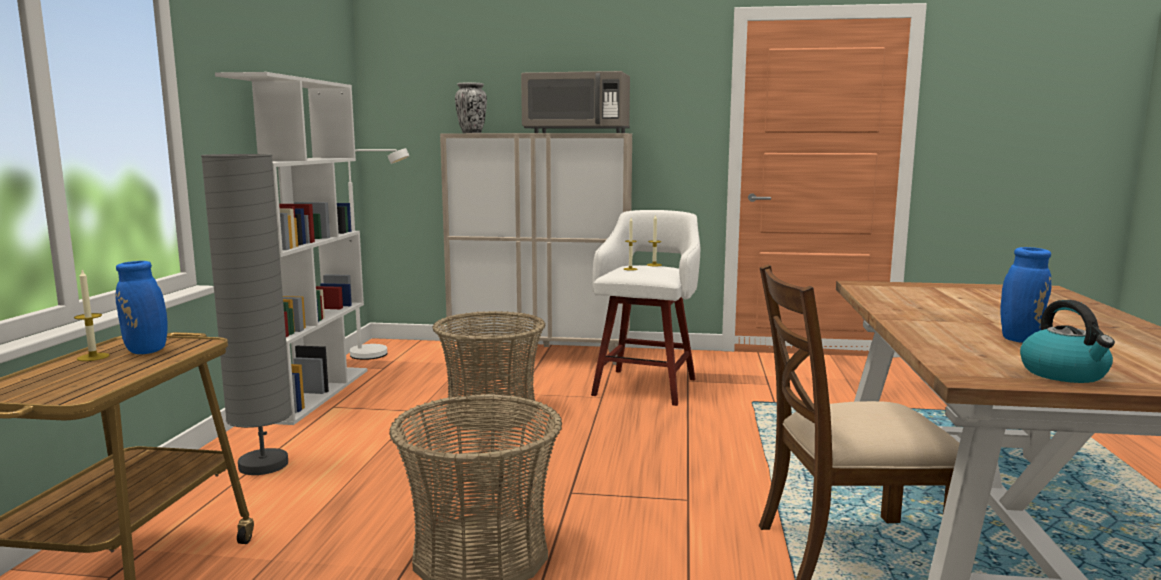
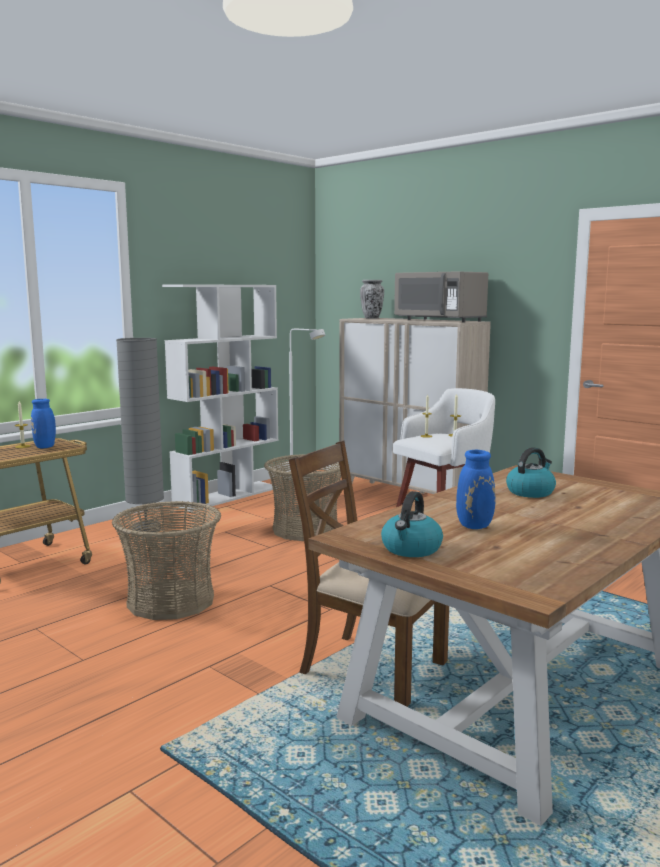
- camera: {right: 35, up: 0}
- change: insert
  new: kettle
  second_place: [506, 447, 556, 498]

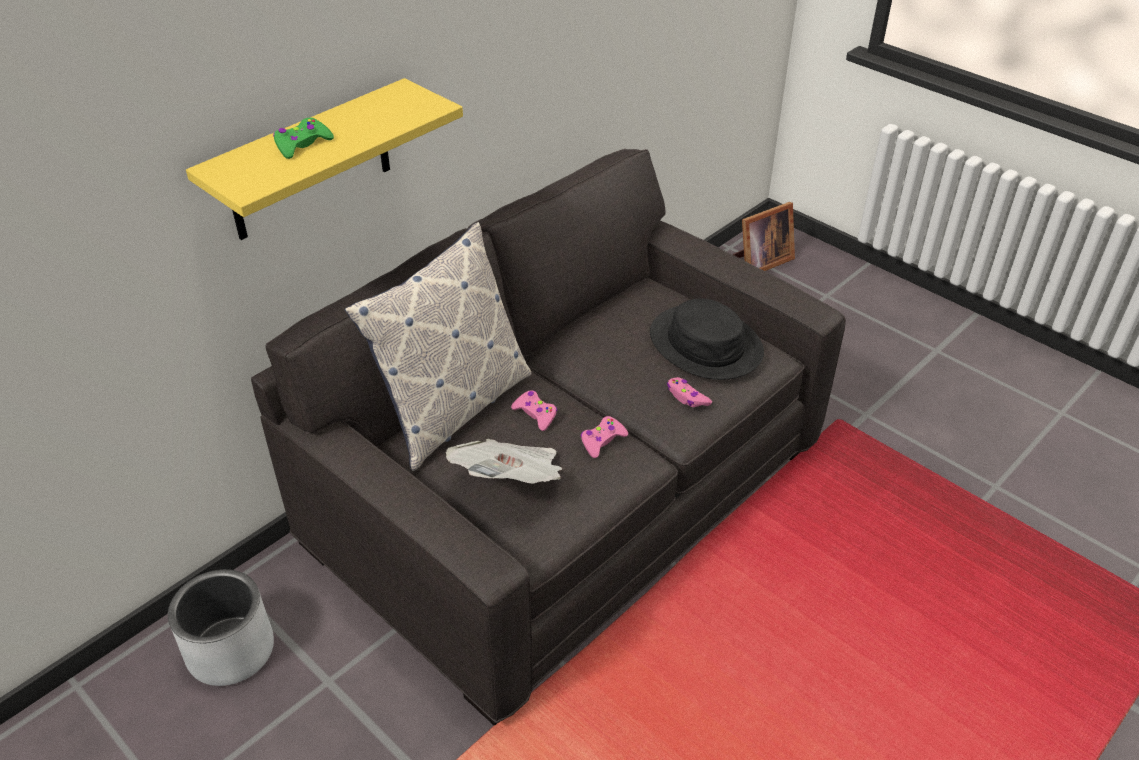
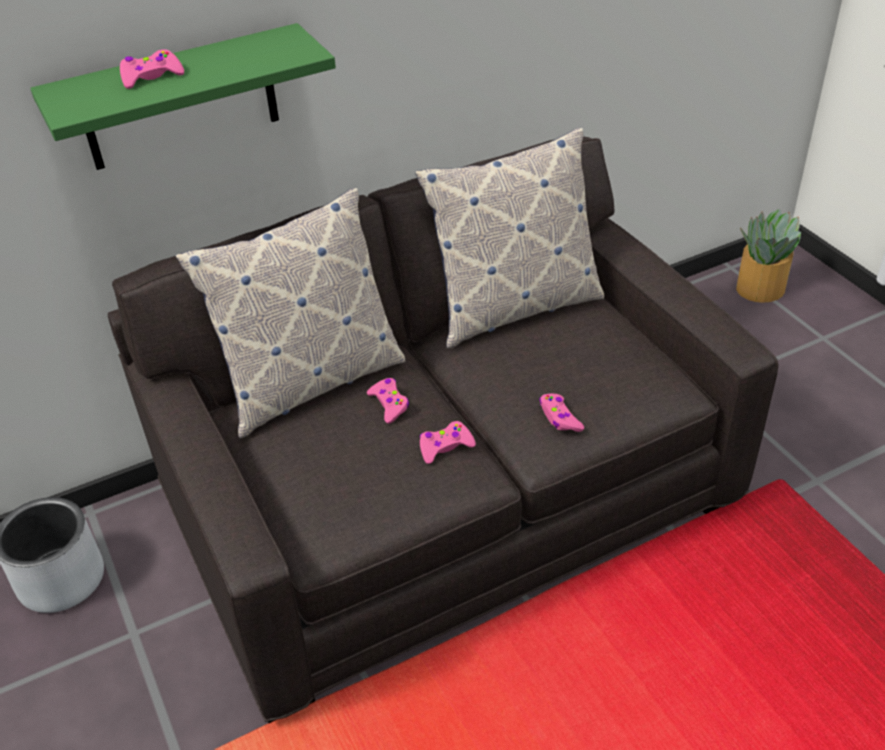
- camera: {right: 20, up: 0}
- change: recolor
  old: shelf (yellow)
  new: shelf (green)
  first_place: [186, 78, 463, 240]
  second_place: [30, 23, 336, 170]
- change: recolor
  old: game controller (green)
  new: game controller (pink)
  first_place: [273, 117, 334, 159]
  second_place: [120, 49, 184, 89]
- change: delete
  old: newspaper
  first_place: [446, 439, 562, 484]
- change: delete
  old: hat (black)
  first_place: [650, 298, 764, 380]
- change: replace
  old: picture frame
  new: potted plant
  first_place: [733, 202, 795, 271]
  second_place: [736, 209, 801, 303]
- change: insert
  new: pillow
  second_place: [415, 128, 604, 348]

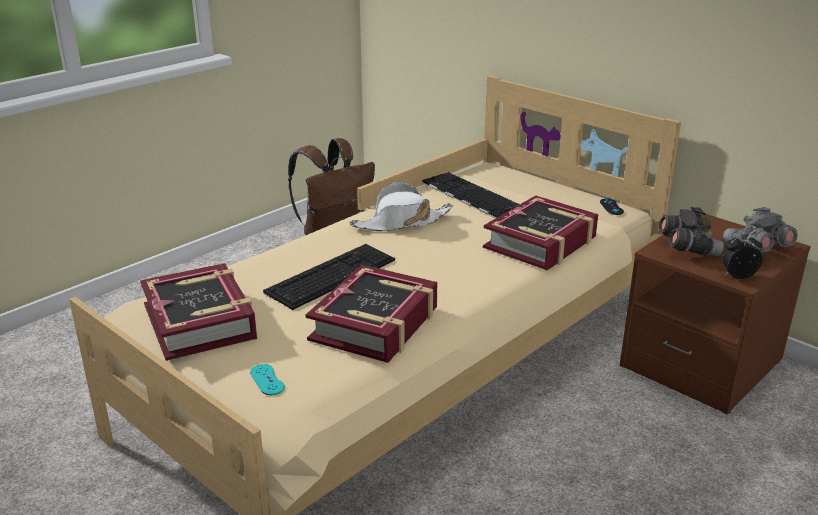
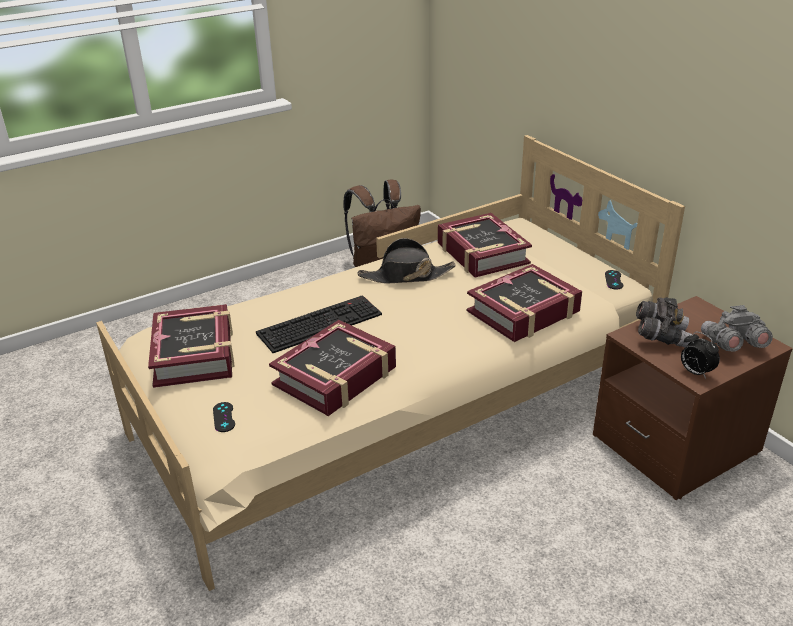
- camera: {right: 15, up: 5}
- change: recolor
  old: game controller (turquoise)
  new: game controller (black)
  first_place: [250, 364, 285, 395]
  second_place: [213, 402, 235, 432]
- change: recolor
  old: hat (white)
  new: hat (black)
  first_place: [350, 182, 453, 231]
  second_place: [358, 238, 456, 284]
- change: replace
  old: keyboard
  new: book
  first_place: [422, 172, 520, 218]
  second_place: [438, 213, 532, 277]
- change: rotate
  old: alarm clock
  first_place: [722, 233, 762, 279]
  second_place: [681, 331, 720, 379]
  degrees: -135

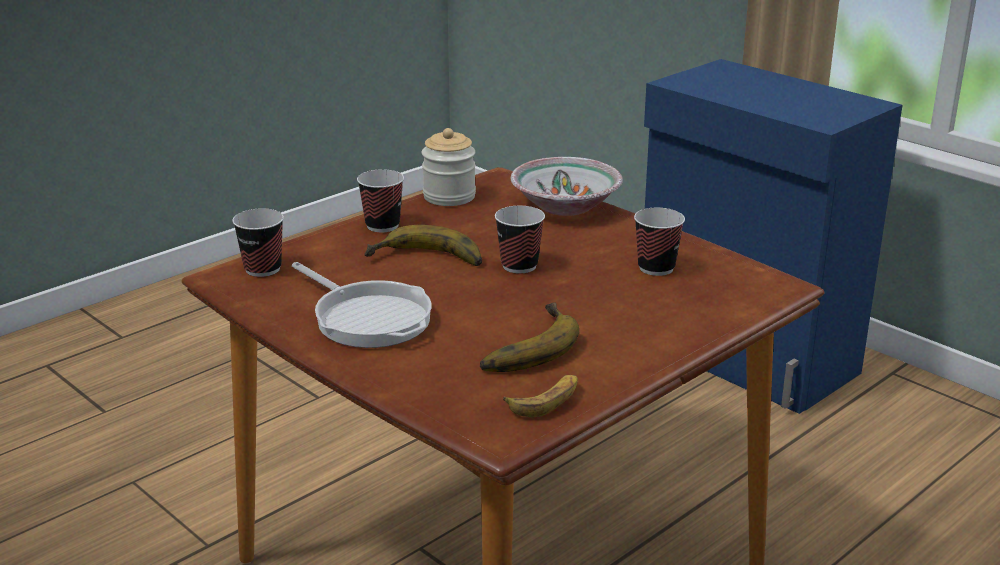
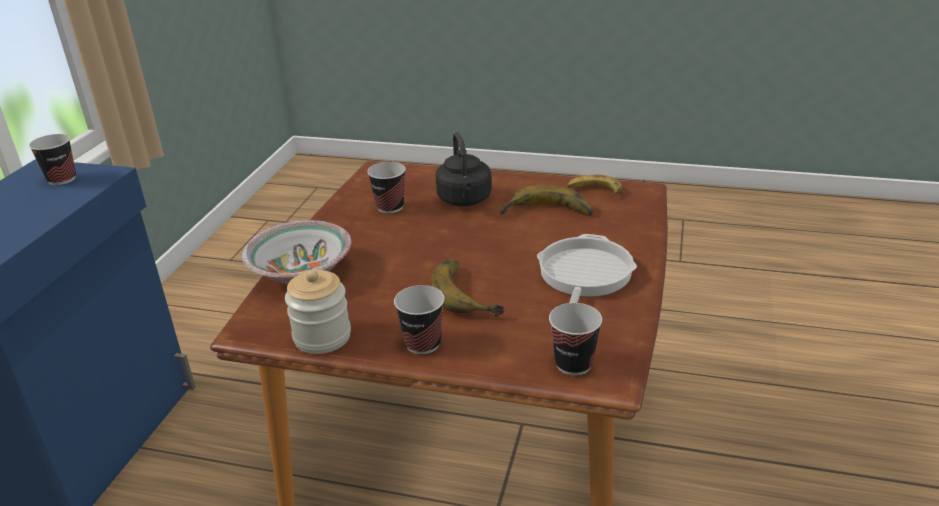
- camera: {right: -120, up: 5}
- change: move
  old: cup
  first_place: [495, 206, 545, 274]
  second_place: [29, 134, 76, 185]
- change: insert
  new: kettle (black)
  second_place: [436, 132, 492, 206]

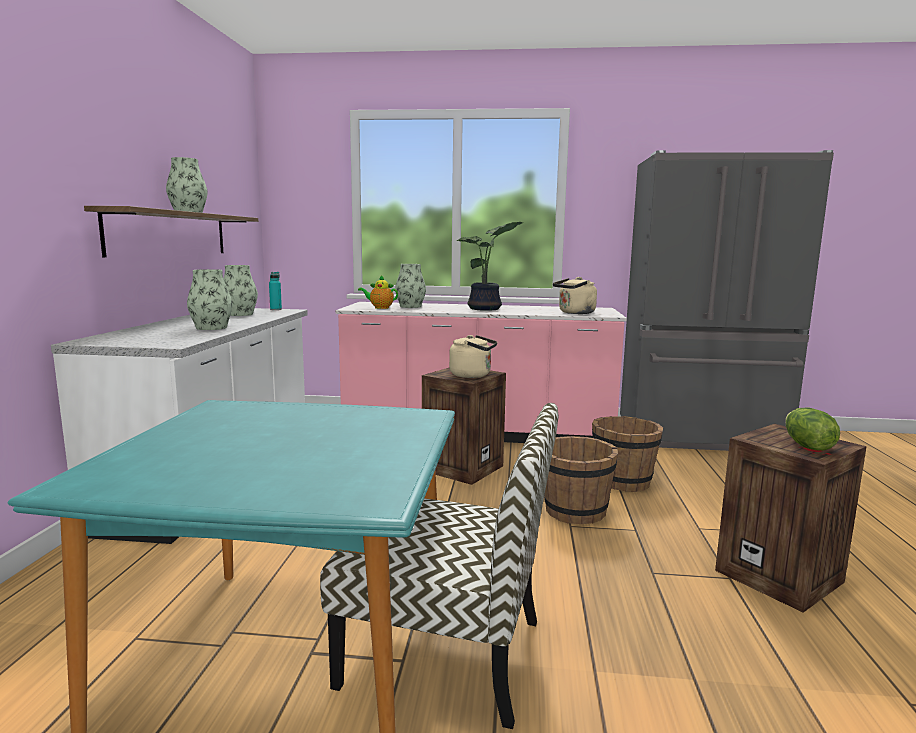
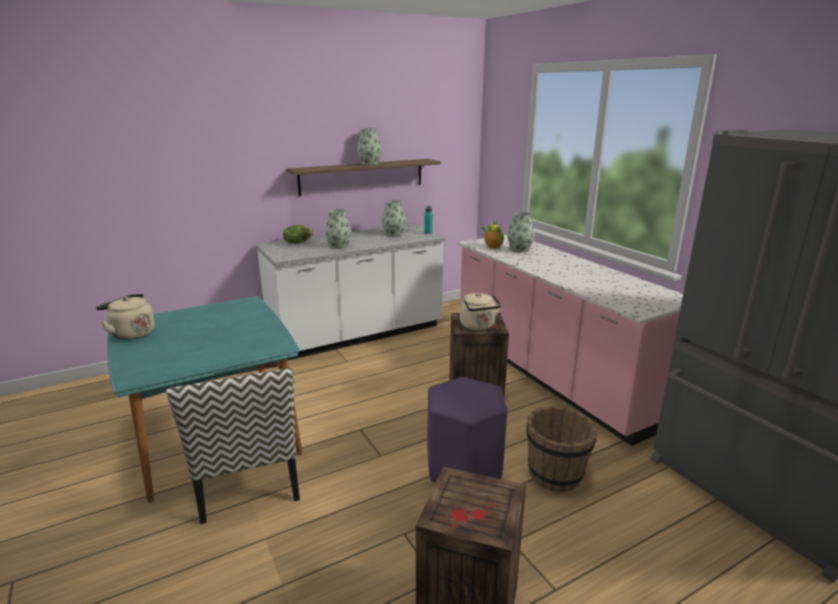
- camera: {right: 55, up: 10}
- change: delete
  old: potted plant
  first_place: [456, 222, 523, 311]
- change: replace
  old: bucket (brown)
  new: stool (purple)
  first_place: [544, 436, 618, 524]
  second_place: [427, 377, 507, 482]
- change: move
  old: kettle (beige)
  first_place: [553, 277, 597, 314]
  second_place: [96, 294, 155, 340]
- change: move
  old: lettuce
  first_place: [785, 407, 840, 451]
  second_place: [283, 225, 314, 244]

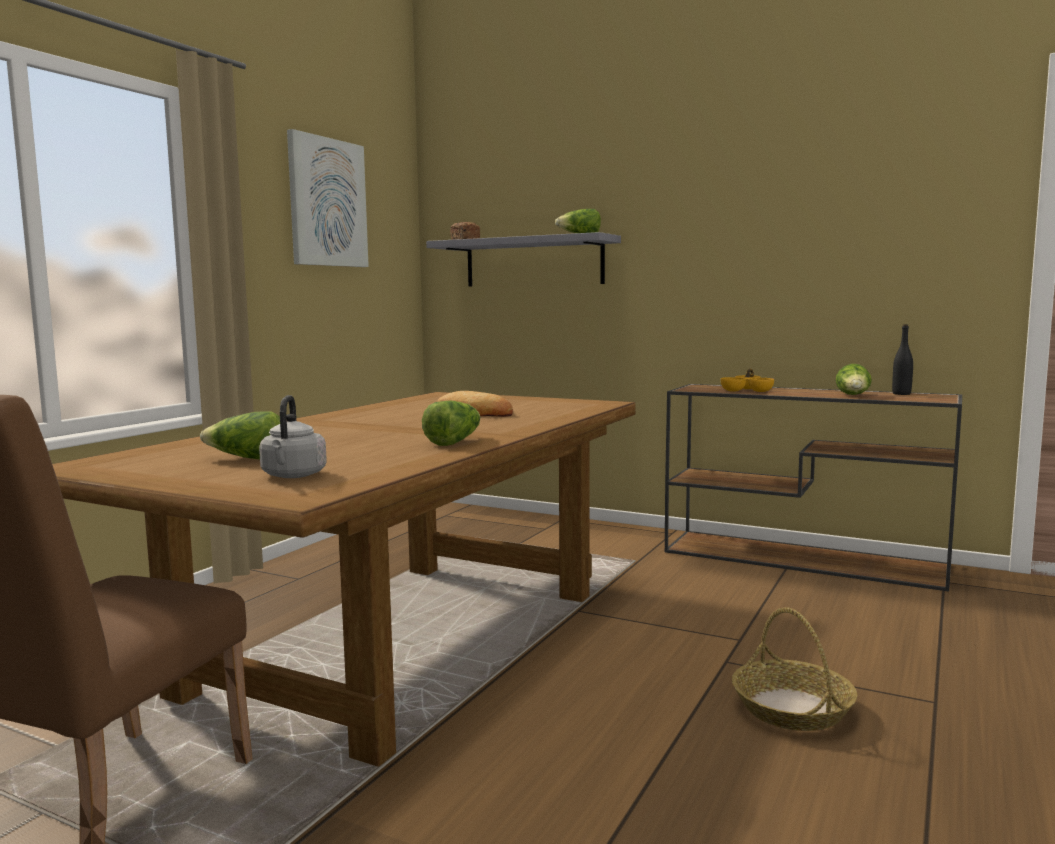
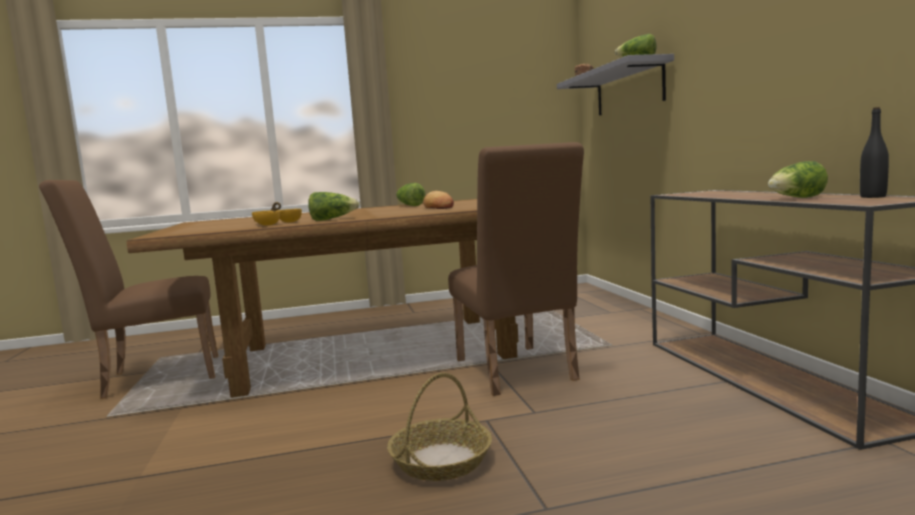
- camera: {right: 50, up: 0}
- change: move
  old: lettuce
  first_place: [200, 411, 280, 459]
  second_place: [396, 183, 426, 206]
- change: delete
  old: kettle (grey)
  first_place: [259, 395, 327, 478]
- change: delete
  old: picture
  first_place: [287, 129, 369, 267]
- change: move
  old: bowl
  first_place: [721, 369, 774, 392]
  second_place: [252, 202, 302, 226]
- change: insert
  new: chair (brown)
  second_place: [448, 142, 584, 396]

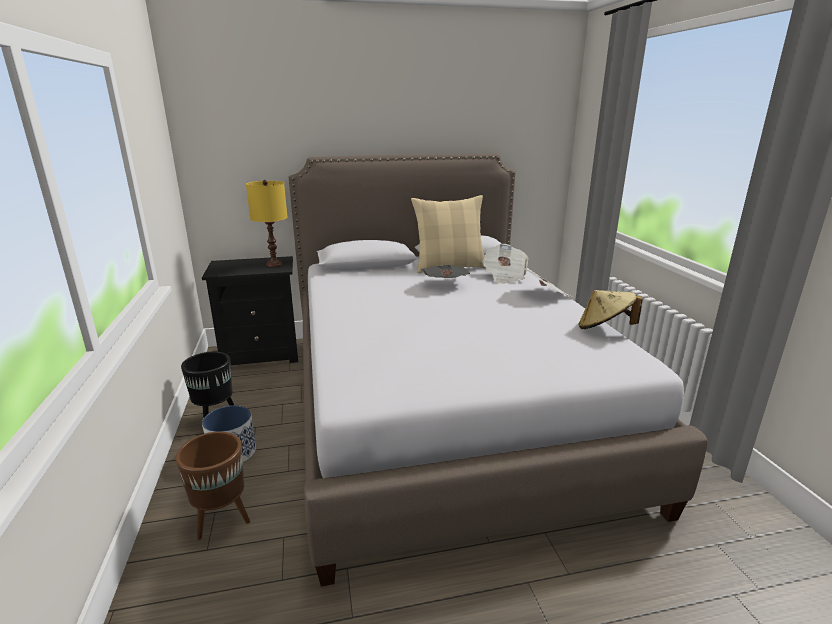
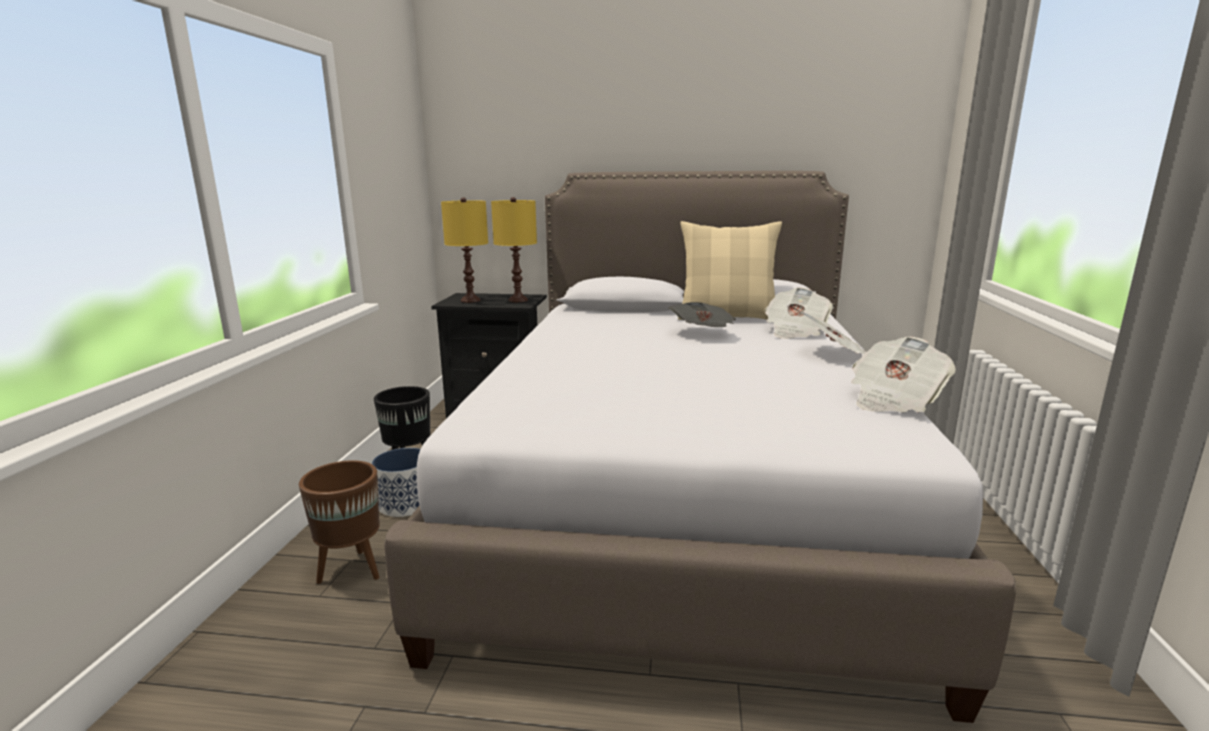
- camera: {right: 20, up: -5}
- change: replace
  old: hat (beige)
  new: newspaper
  first_place: [578, 290, 642, 329]
  second_place: [851, 337, 956, 412]
- change: insert
  new: table lamp (yellow)
  second_place: [441, 197, 488, 303]

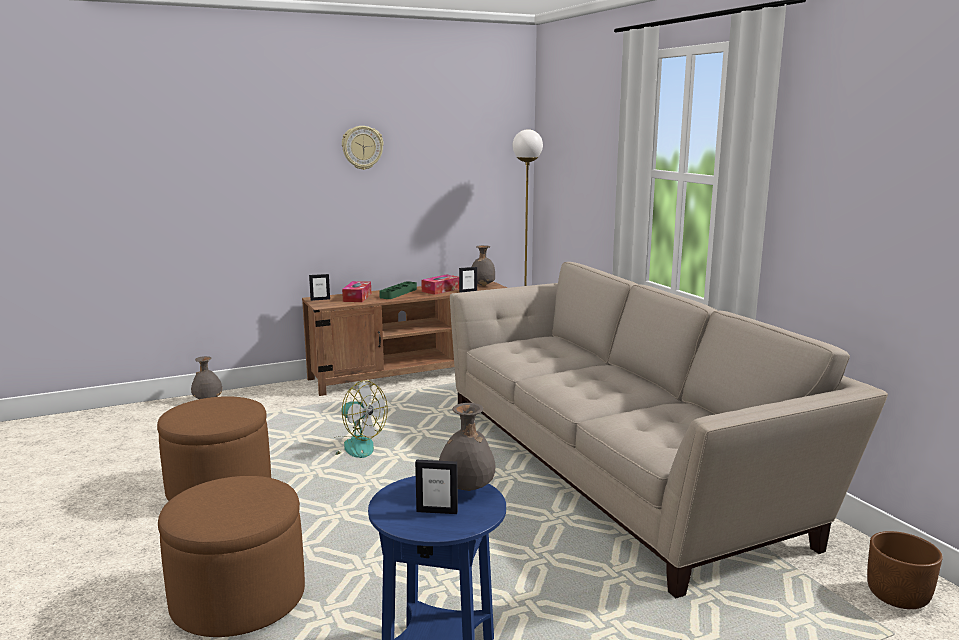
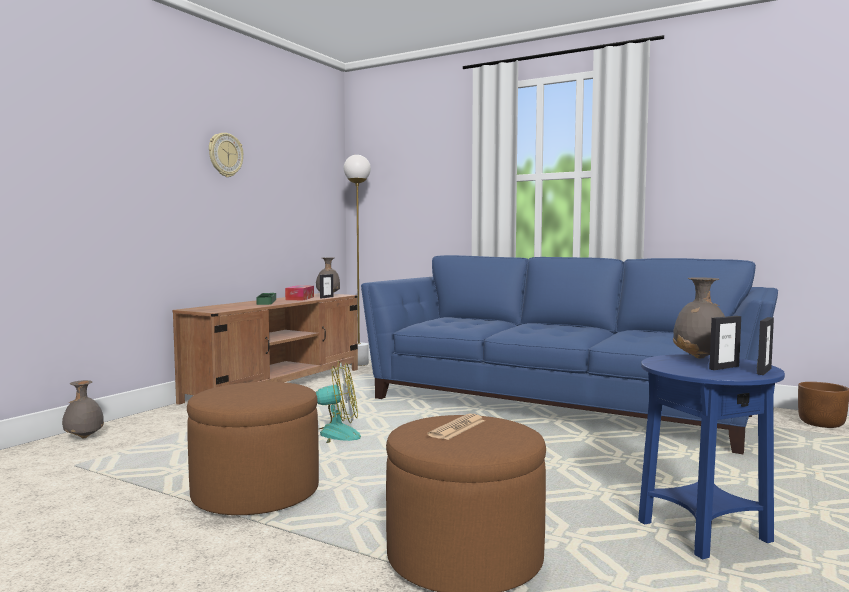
- camera: {right: -35, up: -10}
- change: move
  old: picture frame
  first_place: [309, 274, 330, 301]
  second_place: [757, 317, 774, 375]
- change: delete
  old: tissue box
  first_place: [342, 281, 371, 302]
- change: recolor
  old: sofa (beige)
  new: sofa (blue)
  first_place: [450, 262, 888, 598]
  second_place: [361, 255, 778, 454]
- change: insert
  new: newspaper
  second_place: [428, 414, 485, 440]

